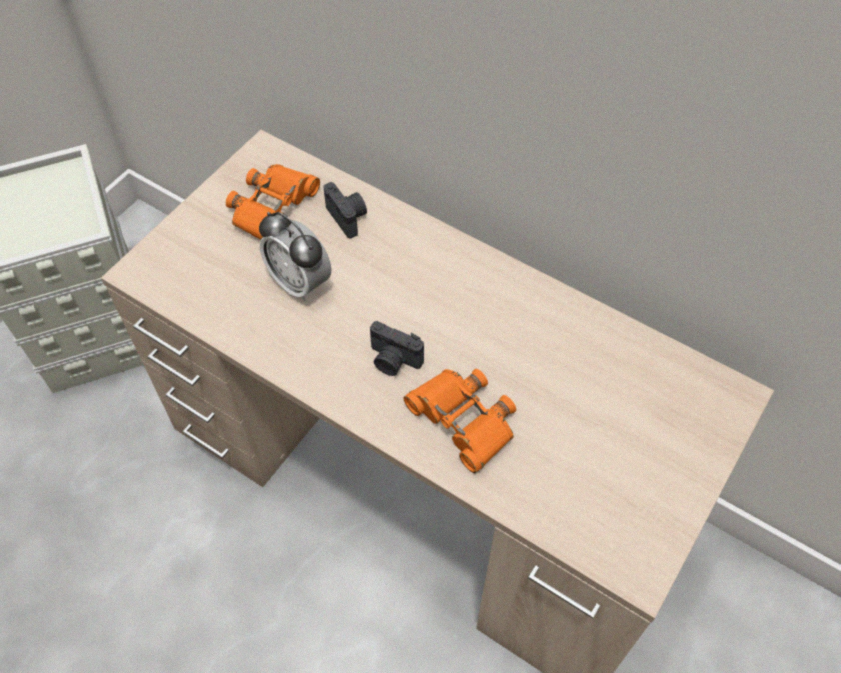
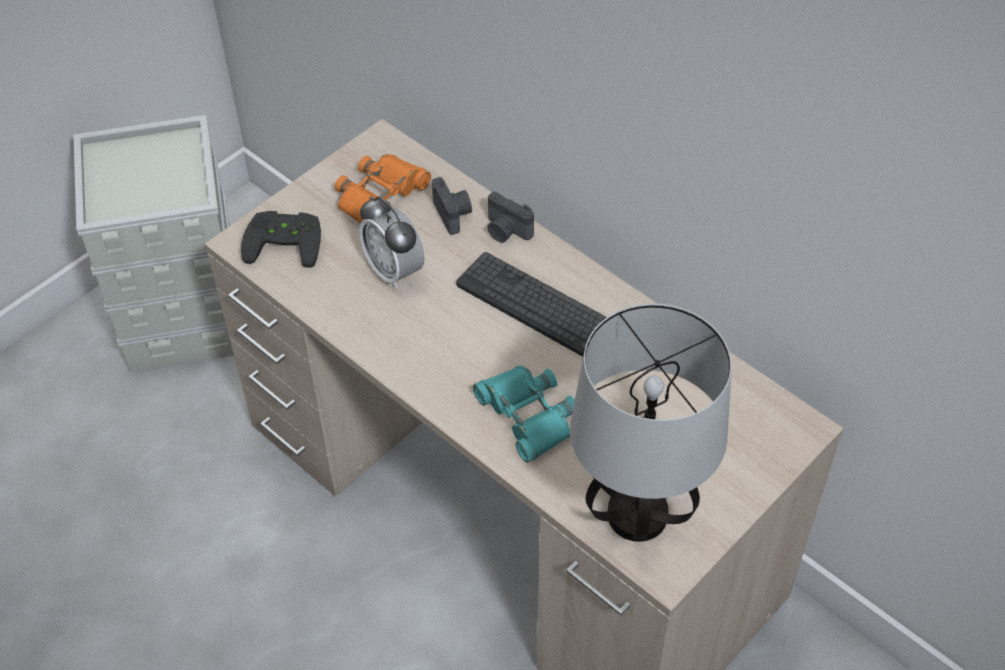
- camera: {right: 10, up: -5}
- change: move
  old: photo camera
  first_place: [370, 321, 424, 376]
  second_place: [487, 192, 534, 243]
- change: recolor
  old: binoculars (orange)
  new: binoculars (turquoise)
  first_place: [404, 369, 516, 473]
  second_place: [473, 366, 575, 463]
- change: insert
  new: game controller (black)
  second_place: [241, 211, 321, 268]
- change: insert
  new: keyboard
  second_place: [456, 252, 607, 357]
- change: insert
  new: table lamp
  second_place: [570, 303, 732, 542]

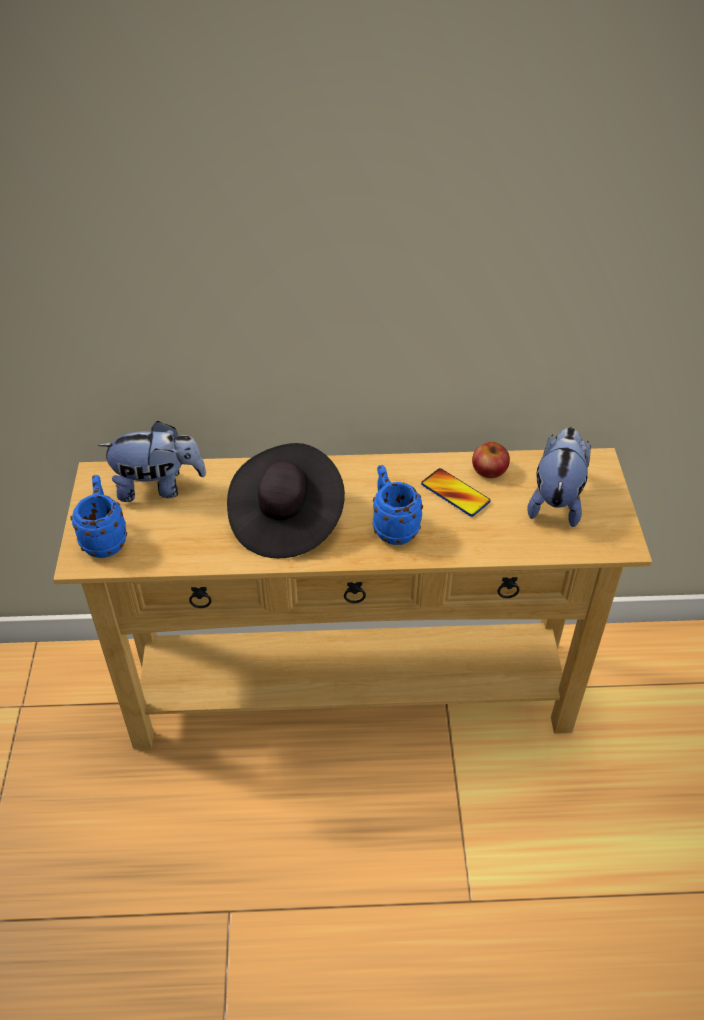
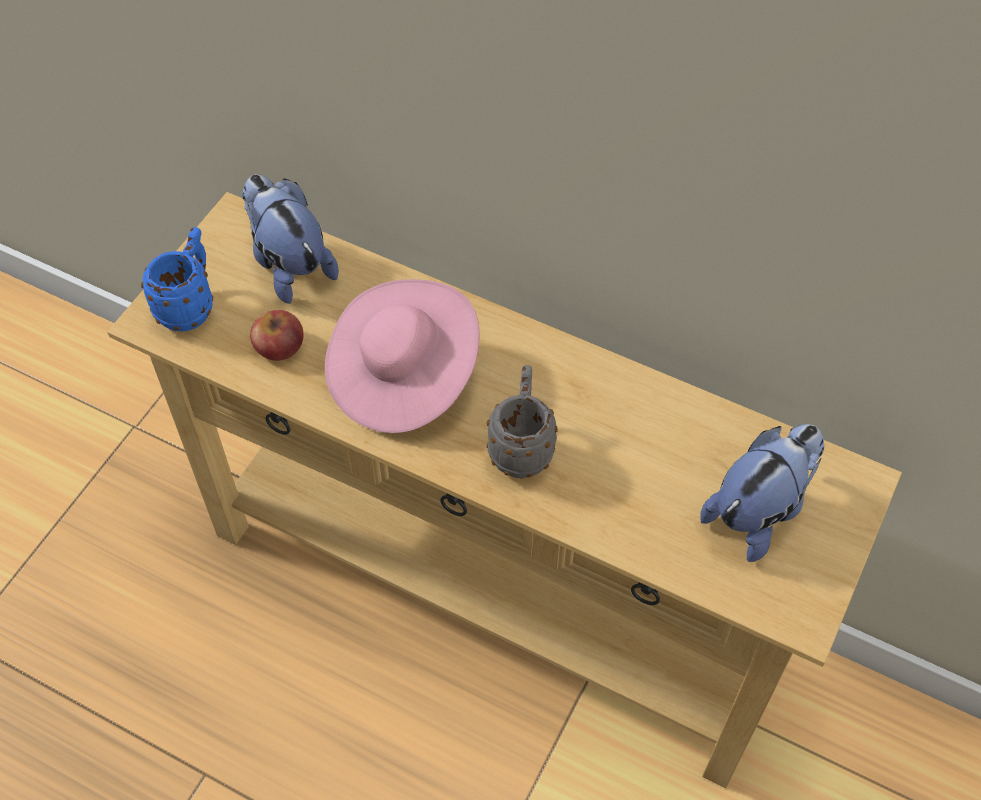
- camera: {right: 30, up: 10}
- change: rotate
  old: plush toy
  first_place: [98, 421, 206, 502]
  second_place: [242, 175, 339, 304]
  degrees: -150
- change: recolor
  old: hat (black)
  new: hat (pink)
  first_place: [227, 443, 345, 558]
  second_place: [325, 279, 479, 433]
- change: recolor
  old: mug (blue)
  new: mug (grey)
  first_place: [372, 465, 423, 545]
  second_place: [487, 365, 558, 478]
- change: delete
  old: phone
  first_place: [421, 468, 491, 517]
- change: move
  old: apple
  first_place: [472, 442, 510, 478]
  second_place: [250, 310, 304, 361]

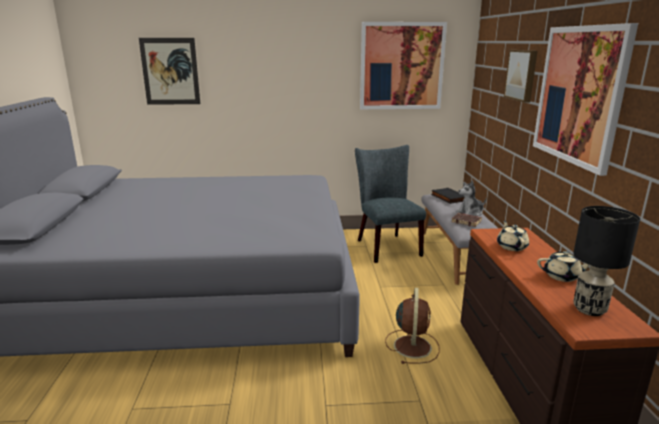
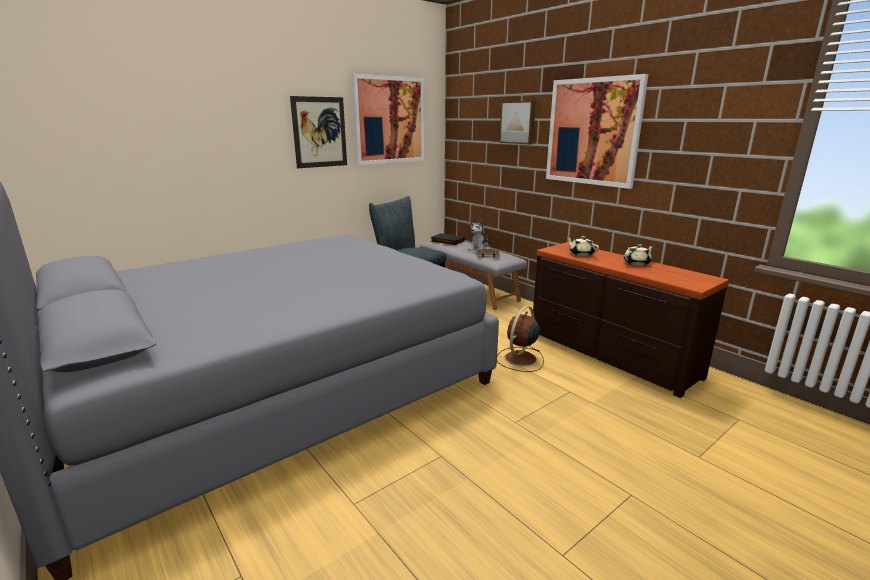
- camera: {right: -35, up: 0}
- change: move
  old: picture
  first_place: [139, 38, 200, 105]
  second_place: [290, 96, 347, 168]
- change: rotate
  old: fan (brown)
  first_place: [385, 288, 440, 364]
  second_place: [497, 306, 544, 372]
  degrees: -120
- change: delete
  old: table lamp (black)
  first_place: [573, 206, 640, 316]

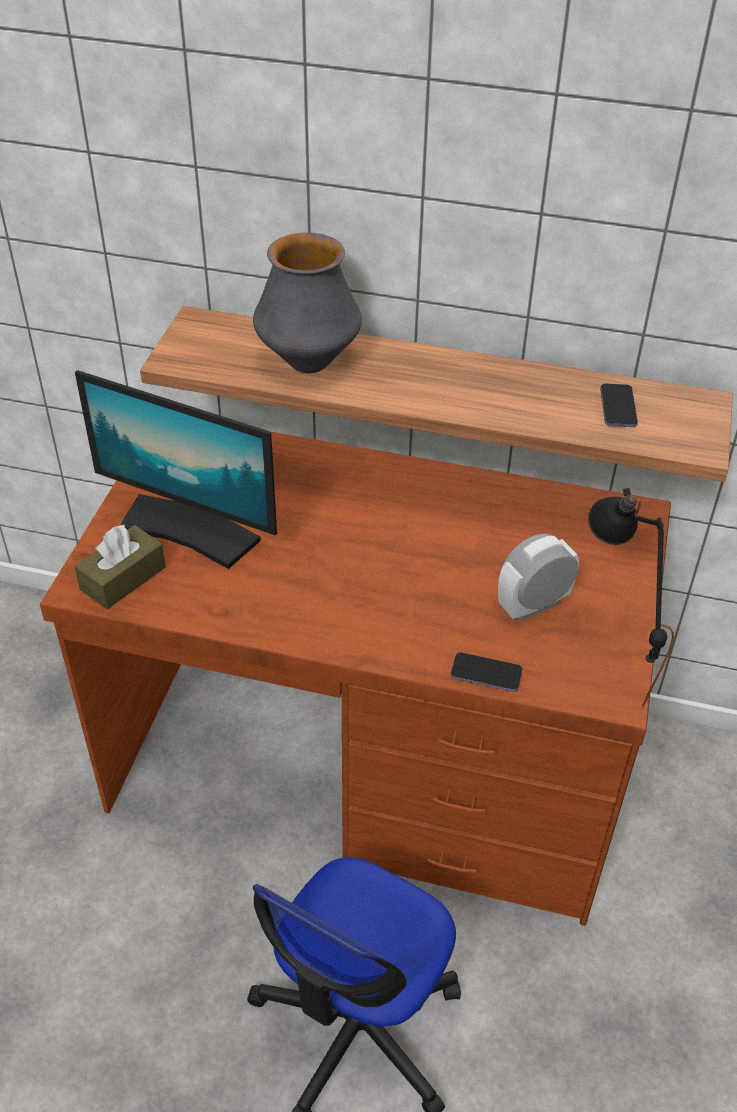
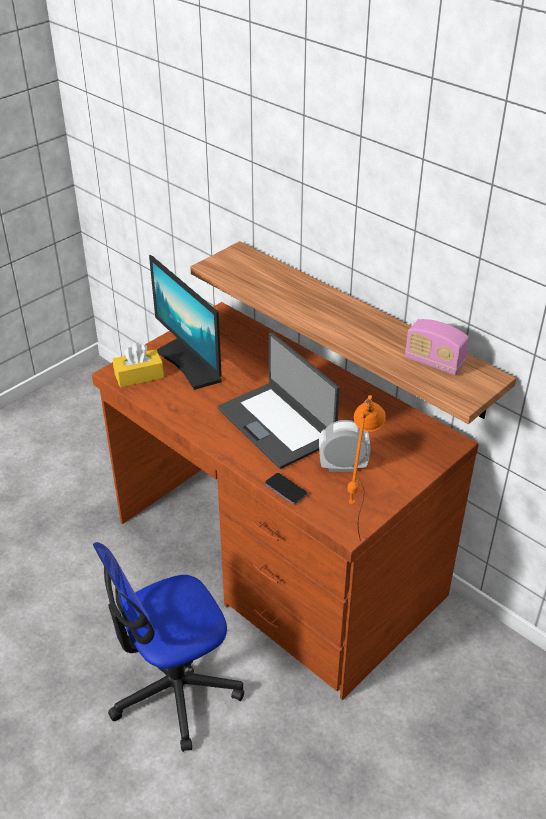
- camera: {right: 30, up: -5}
- change: recolor
  old: tissue box (brown)
  new: tissue box (yellow)
  first_place: [74, 525, 166, 609]
  second_place: [113, 343, 164, 388]
- change: delete
  old: vase
  first_place: [253, 232, 362, 373]
- change: recolor
  old: table lamp (black)
  new: table lamp (orange)
  first_place: [588, 488, 674, 707]
  second_place: [348, 395, 386, 540]
- change: replace
  old: phone
  new: radio
  first_place: [600, 384, 638, 427]
  second_place: [405, 319, 469, 375]
- change: insert
  new: laptop
  second_place: [218, 332, 340, 469]

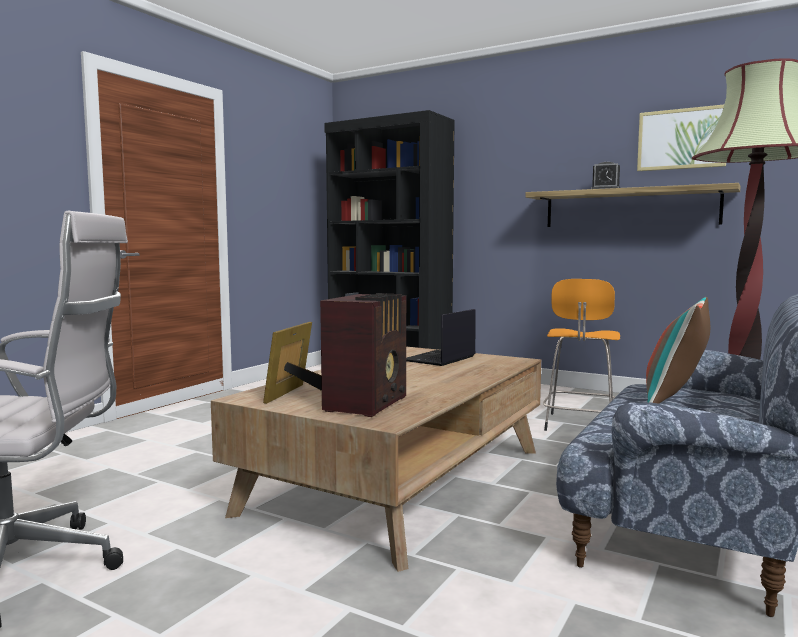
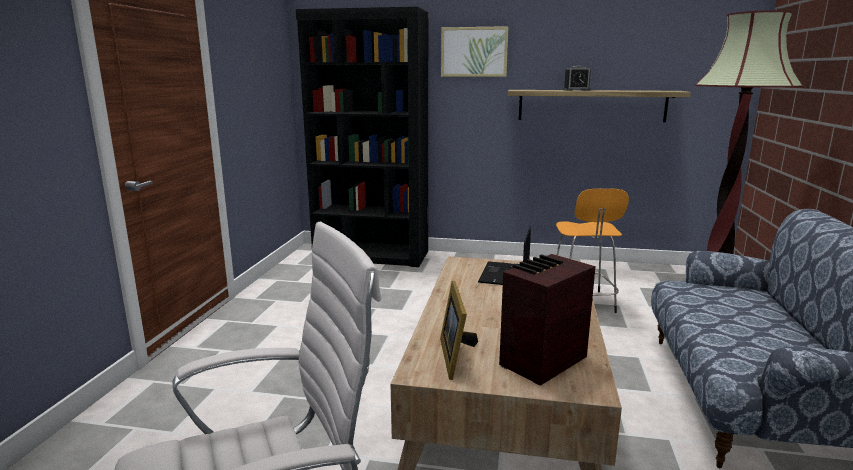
- camera: {right: -20, up: 10}
- change: rotate
  old: radio
  first_place: [320, 293, 406, 417]
  second_place: [499, 254, 596, 386]
  degrees: -135
- change: move
  old: picture
  first_place: [637, 105, 726, 171]
  second_place: [441, 26, 508, 77]
- change: delete
  old: pillow
  first_place: [646, 297, 710, 404]

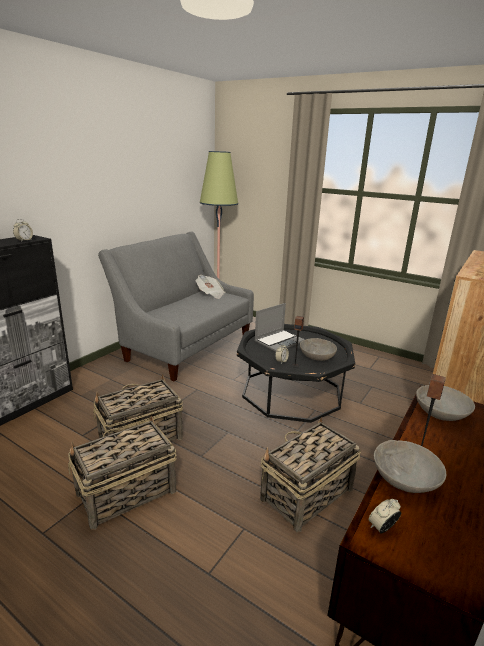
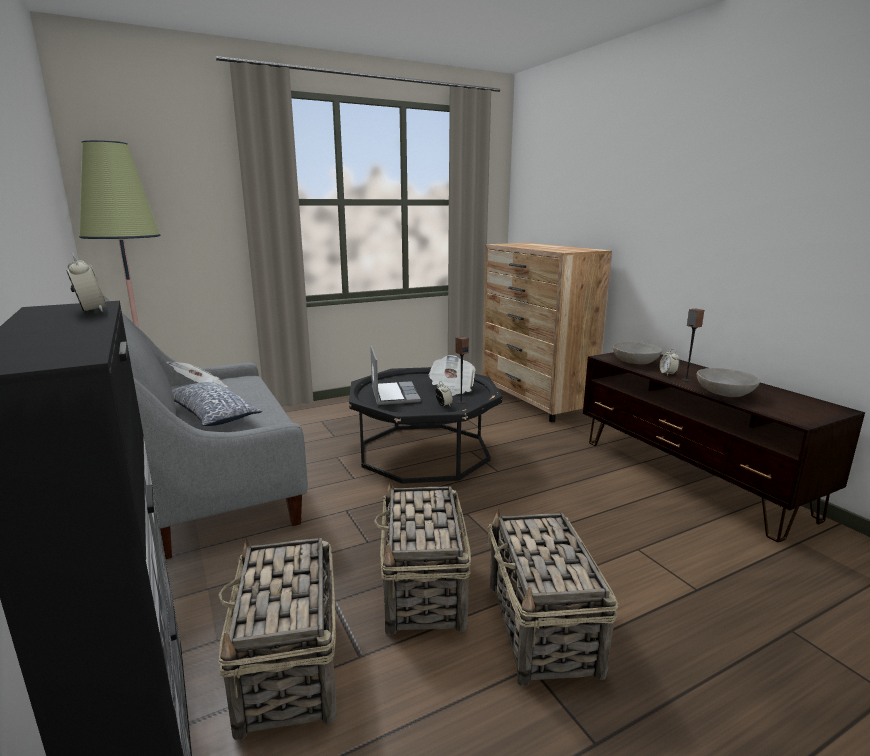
- camera: {right: -60, up: -5}
- change: move
  old: basket
  first_place: [260, 417, 361, 532]
  second_place: [218, 538, 337, 740]
- change: replace
  old: bowl (grey)
  new: newspaper
  first_place: [300, 338, 337, 361]
  second_place: [428, 355, 476, 396]
- change: move
  old: alarm clock
  first_place: [368, 499, 401, 533]
  second_place: [660, 349, 679, 376]
- change: insert
  new: pillow
  second_place: [172, 382, 262, 426]

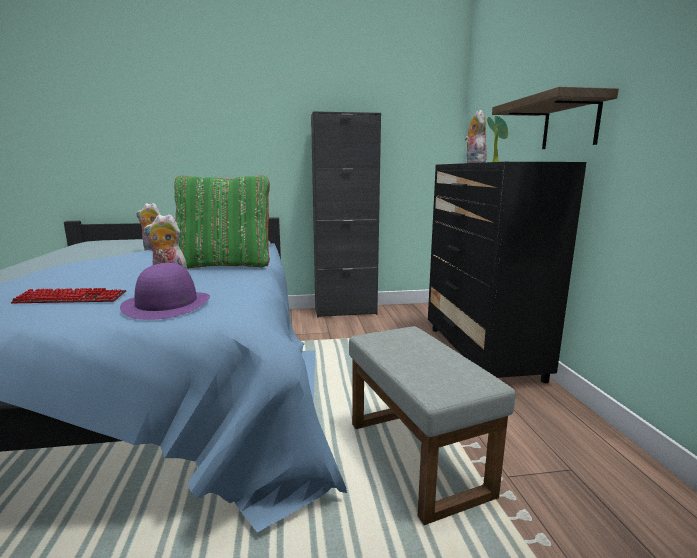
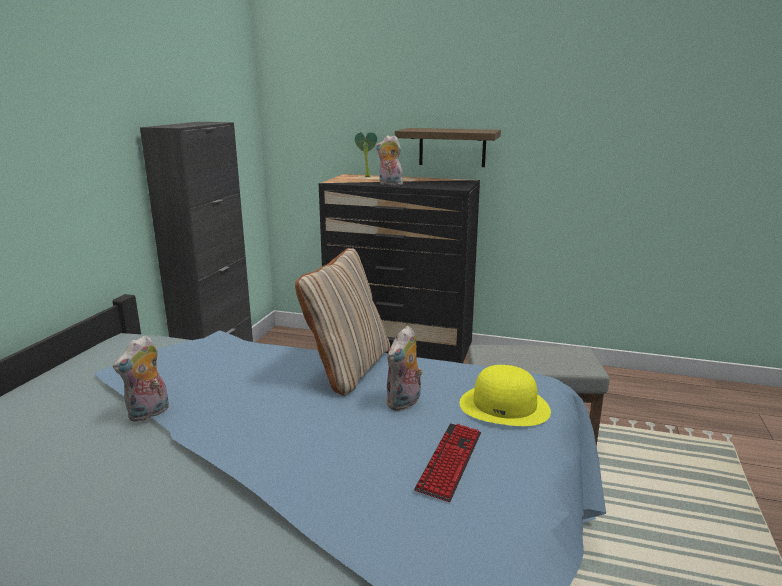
- camera: {right: -65, up: 5}
- change: recolor
  old: hat (purple)
  new: hat (yellow)
  first_place: [120, 263, 210, 320]
  second_place: [460, 365, 551, 426]
- change: recolor
  old: pillow (green)
  new: pillow (beige)
  first_place: [174, 175, 270, 269]
  second_place: [295, 248, 390, 396]

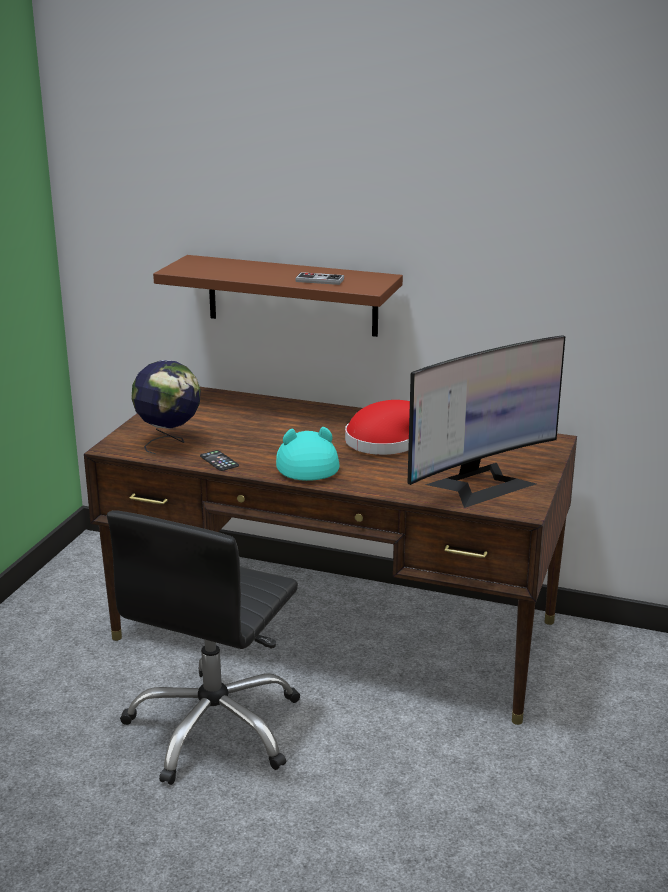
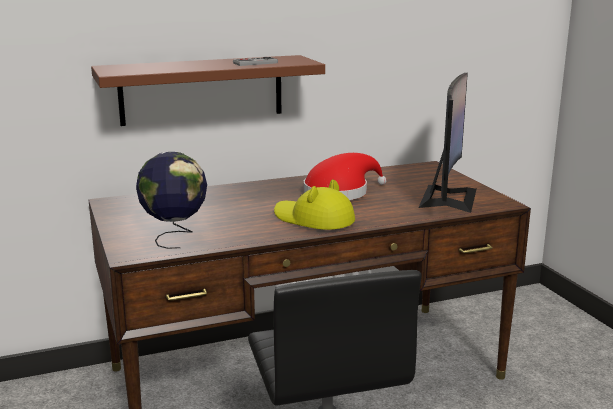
- camera: {right: -40, up: -5}
- change: delete
  old: phone
  first_place: [200, 450, 239, 471]
- change: recolor
  old: hat (turquoise)
  new: hat (yellow)
  first_place: [276, 427, 340, 481]
  second_place: [274, 179, 355, 230]

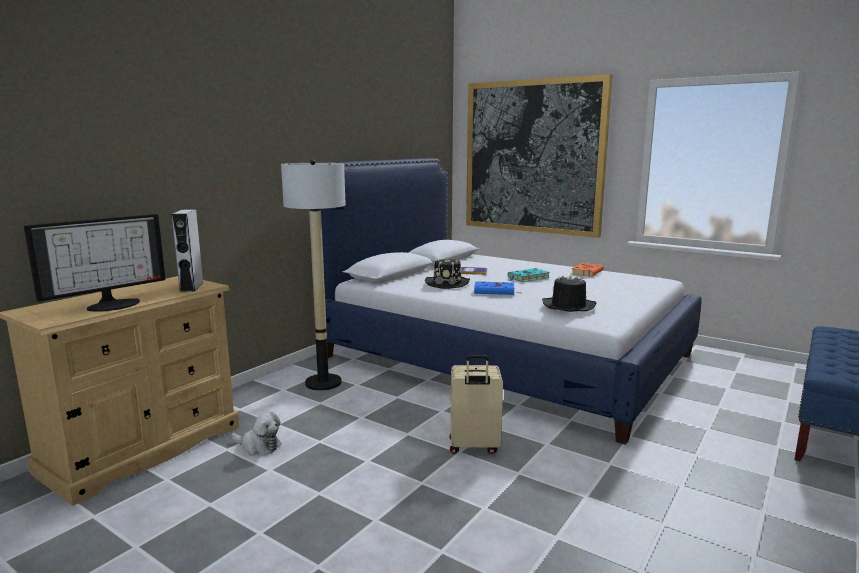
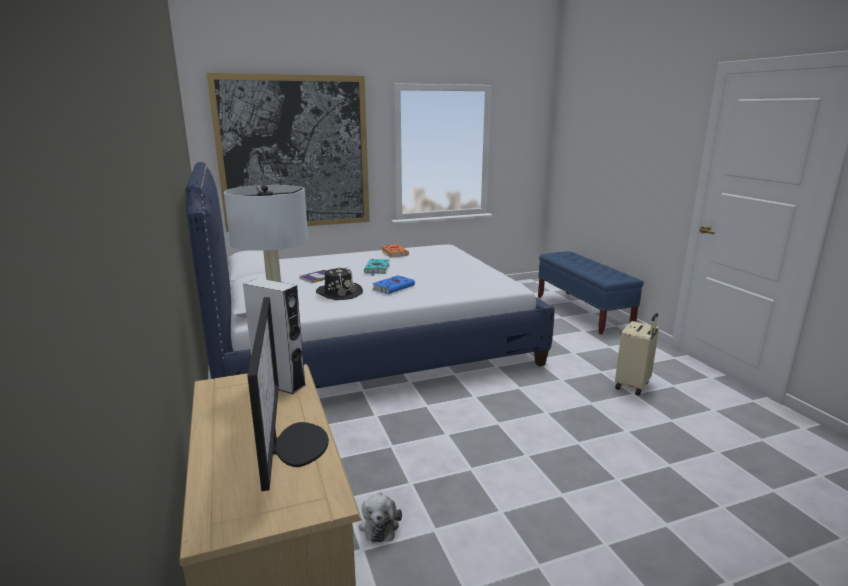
- camera: {right: -55, up: 5}
- change: rotate
  old: plush toy
  first_place: [232, 412, 281, 456]
  second_place: [359, 492, 402, 543]
  degrees: 120
- change: move
  old: suitcase (beige)
  first_place: [449, 355, 503, 454]
  second_place: [615, 313, 659, 396]
- change: delete
  old: hat (black)
  first_place: [542, 274, 597, 312]

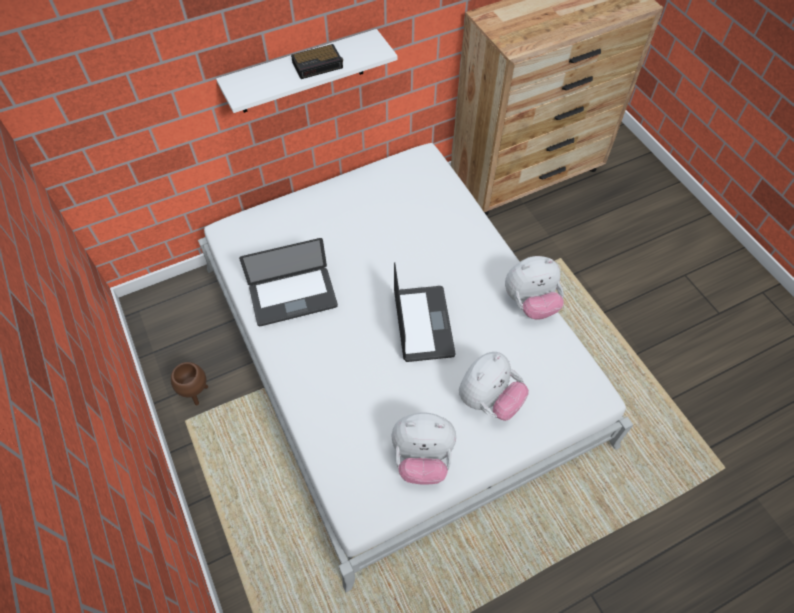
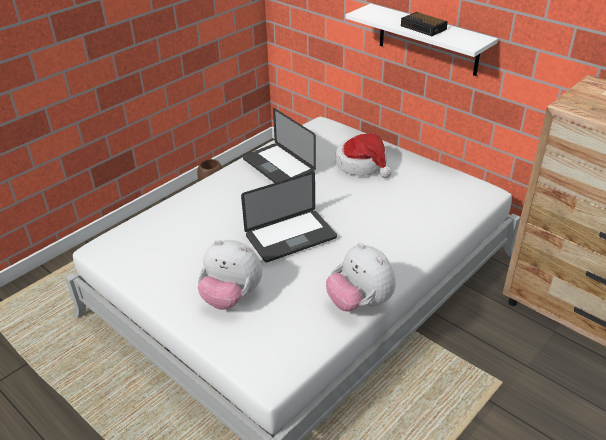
- camera: {right: 70, up: -20}
- change: delete
  old: plush toy
  first_place: [391, 412, 456, 485]
- change: insert
  new: hat
  second_place: [335, 133, 392, 178]

